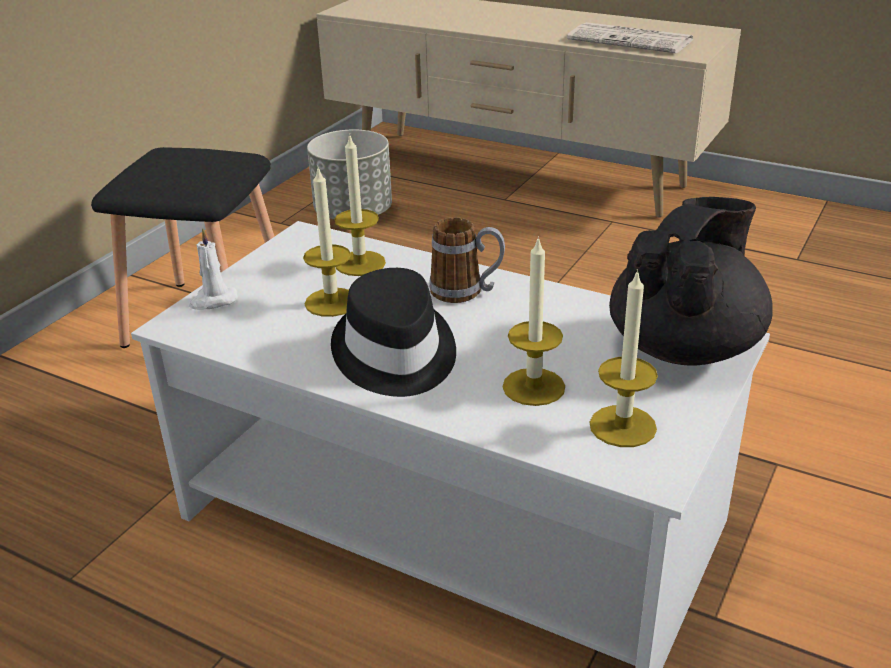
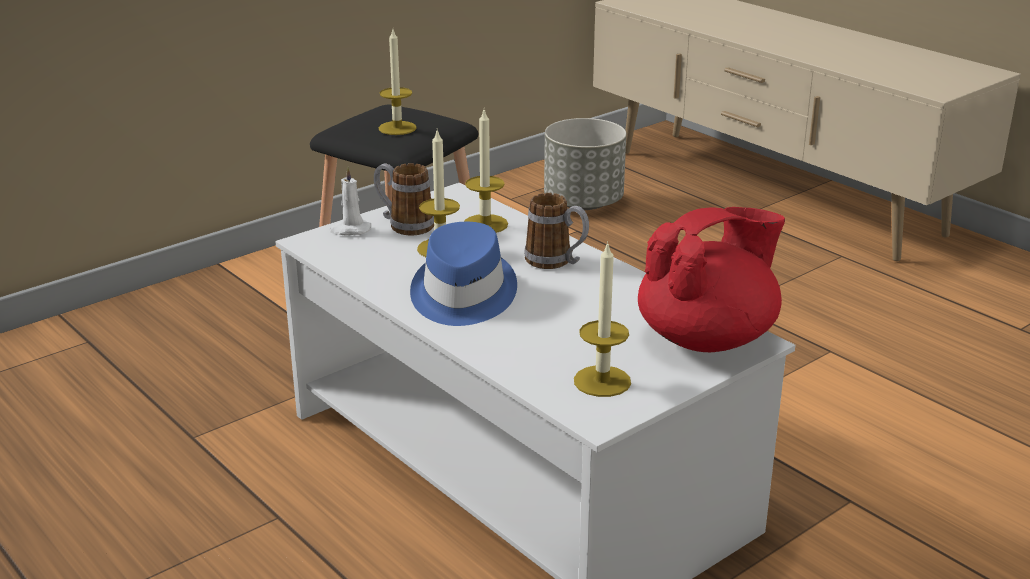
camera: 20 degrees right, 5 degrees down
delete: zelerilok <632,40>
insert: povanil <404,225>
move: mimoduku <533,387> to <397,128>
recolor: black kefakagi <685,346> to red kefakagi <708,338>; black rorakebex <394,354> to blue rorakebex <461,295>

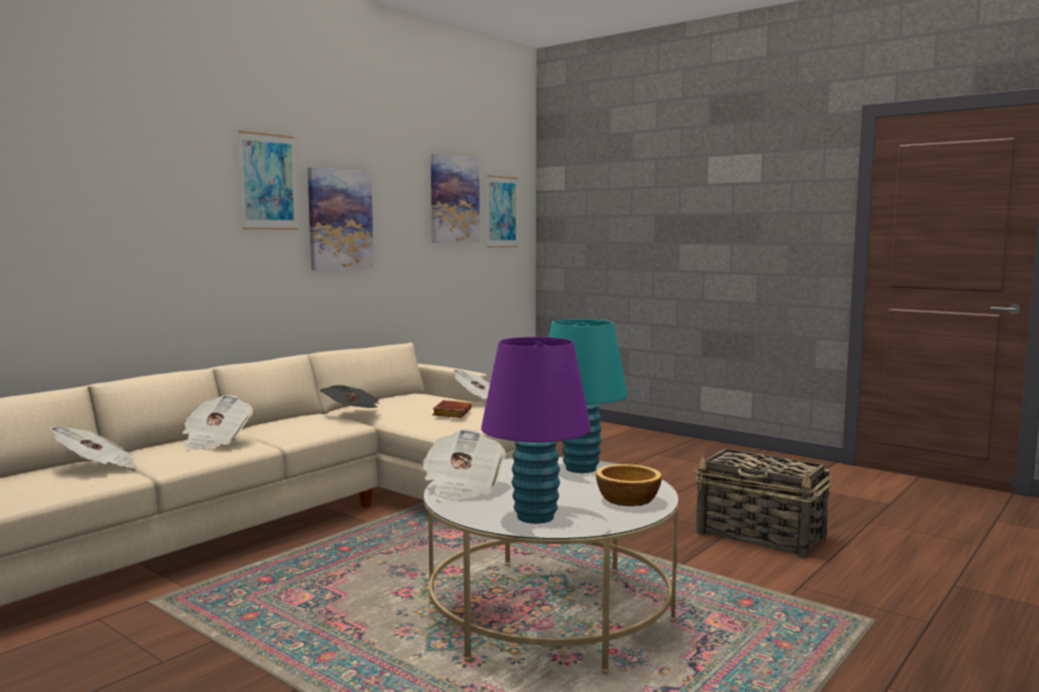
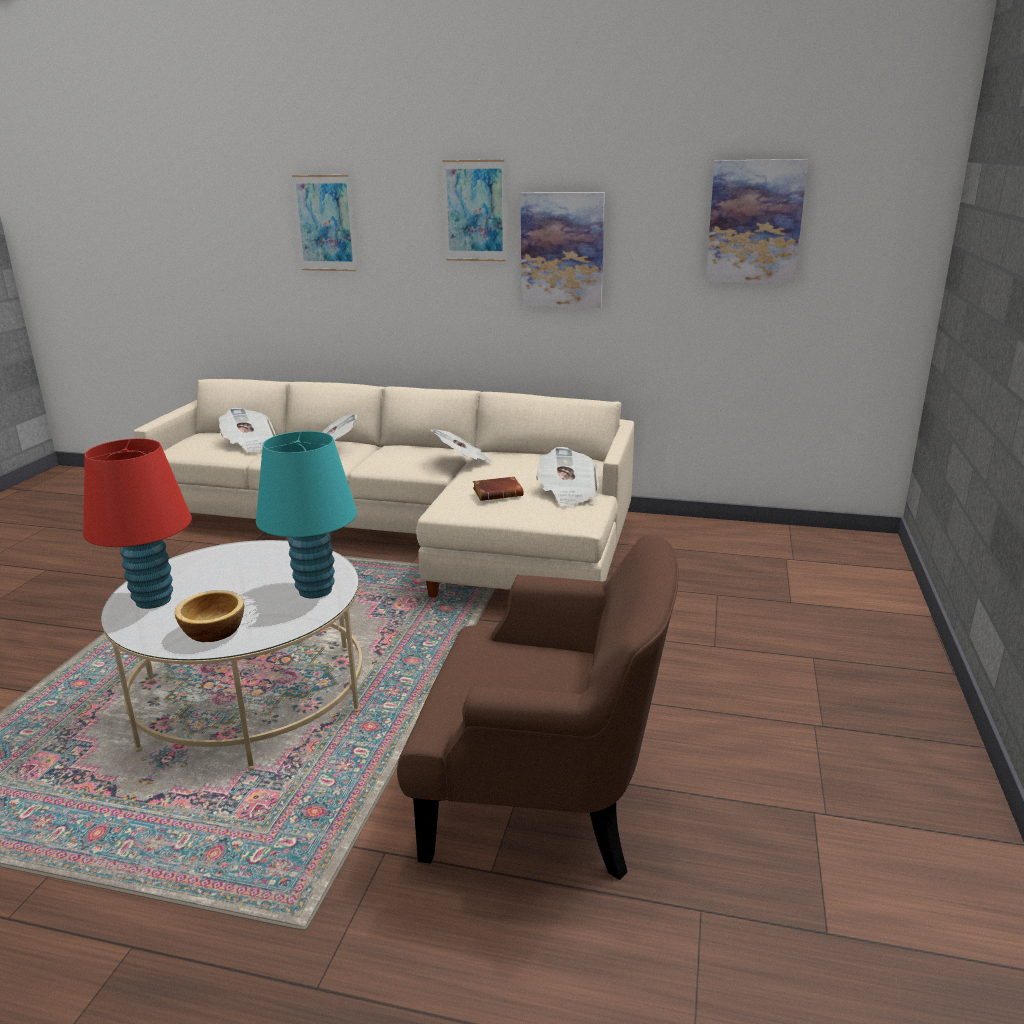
camera: 65 degrees right, 15 degrees up
delete: zelerilok <462,488>
move: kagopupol <502,212> to <325,223>
replace: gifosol <761,536> to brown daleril <543,799>
recolor: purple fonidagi <535,517> to red fonidagi <154,600>

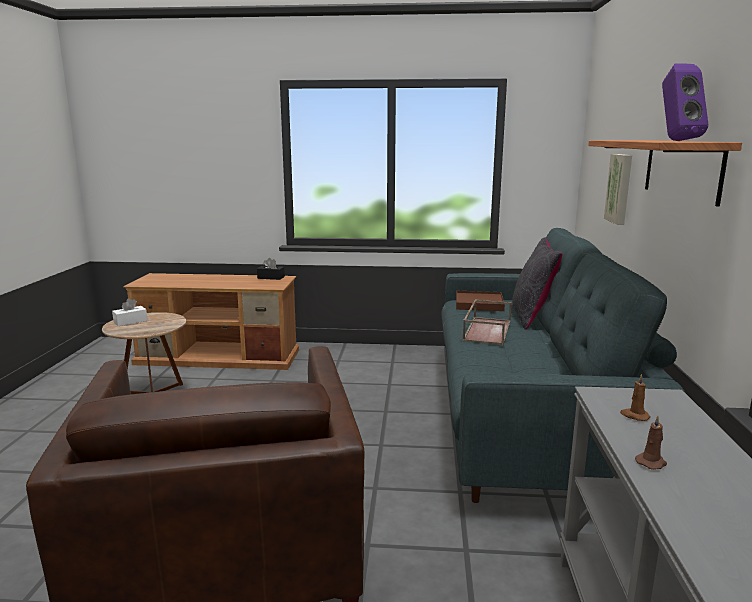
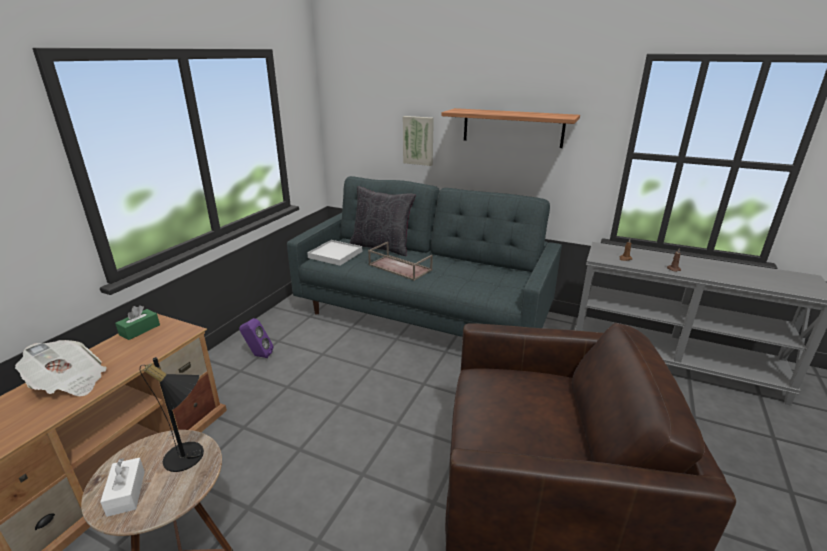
camera: 70 degrees left, 10 degrees up
insert: zelerilok <69,383>; black fonidagi <190,458>
move: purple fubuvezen <675,140> to <258,355>
recolor: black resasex <271,277> to green resasex <140,330>; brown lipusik <479,303> to white lipusik <335,254>

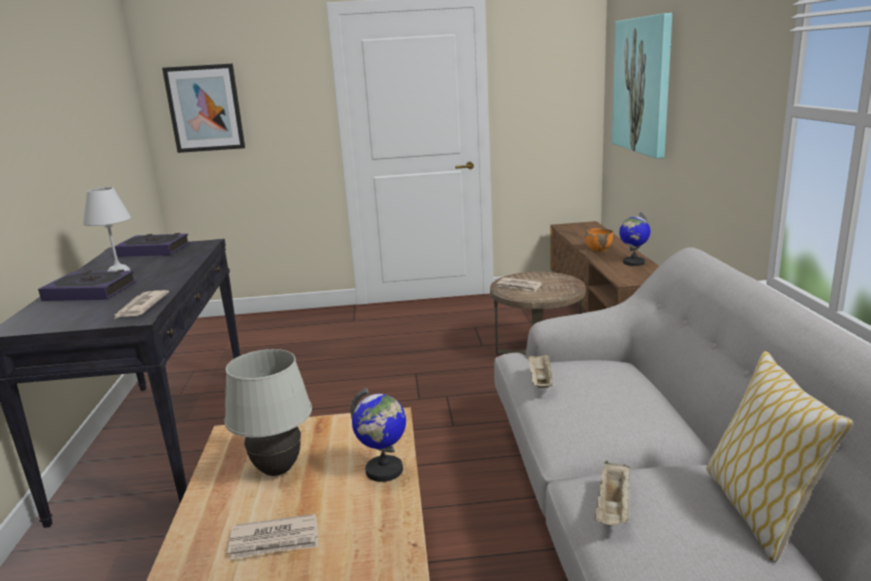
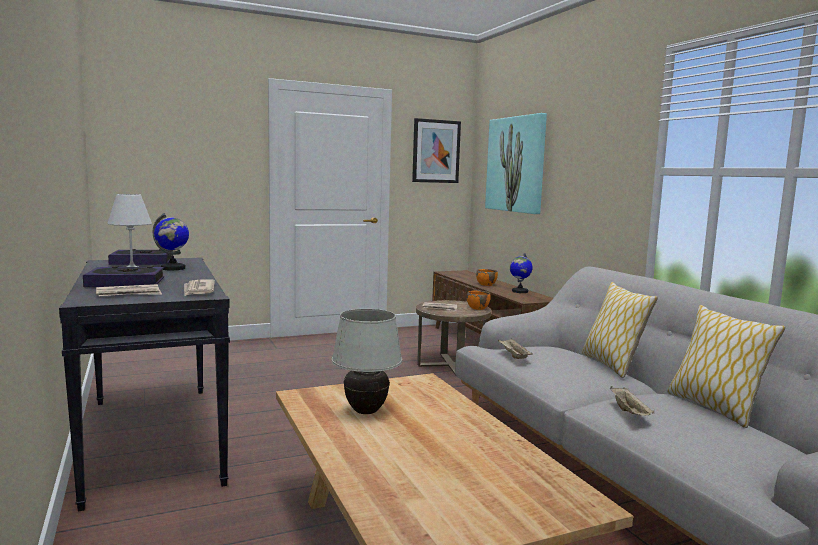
camera: 20 degrees left, 10 degrees down
insert: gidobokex <612,365>; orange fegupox <478,308>
move: kagopupol <205,108> to <436,151>; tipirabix <384,471> to <173,268>; zelerilok <275,540> to <129,294>

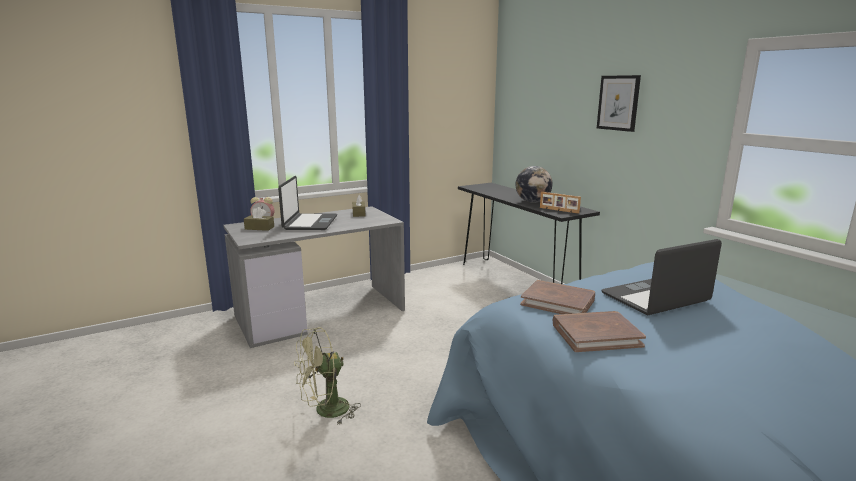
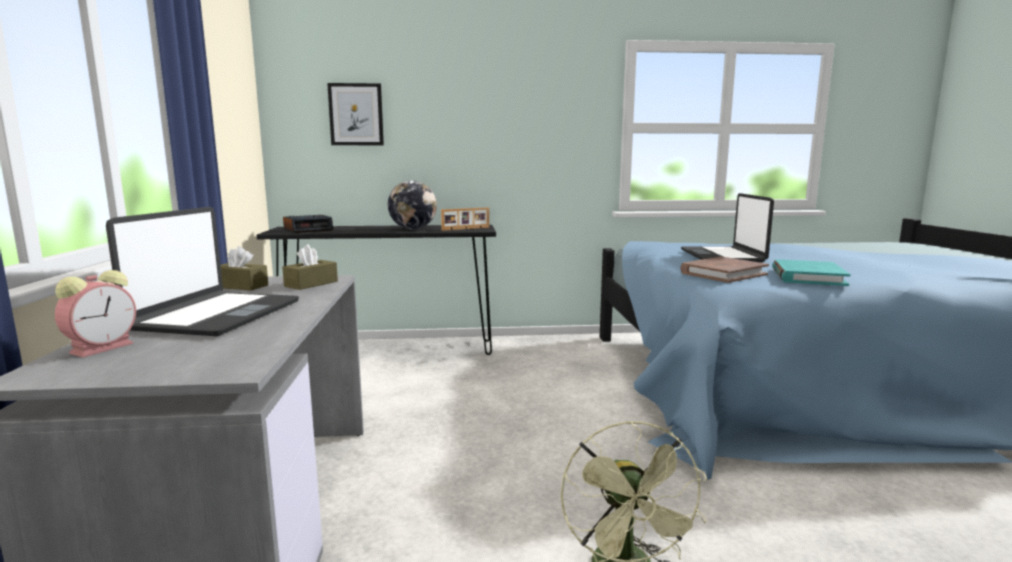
camera: 65 degrees left, 5 degrees down
insert: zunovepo <308,229>
move: kagopupol <618,103> to <356,114>; brown resasex <259,228> to <311,284>
recolor: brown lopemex <596,335> to turquoise lopemex <807,277>
rotate: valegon <309,223> = <216,315> 75 degrees clockwise

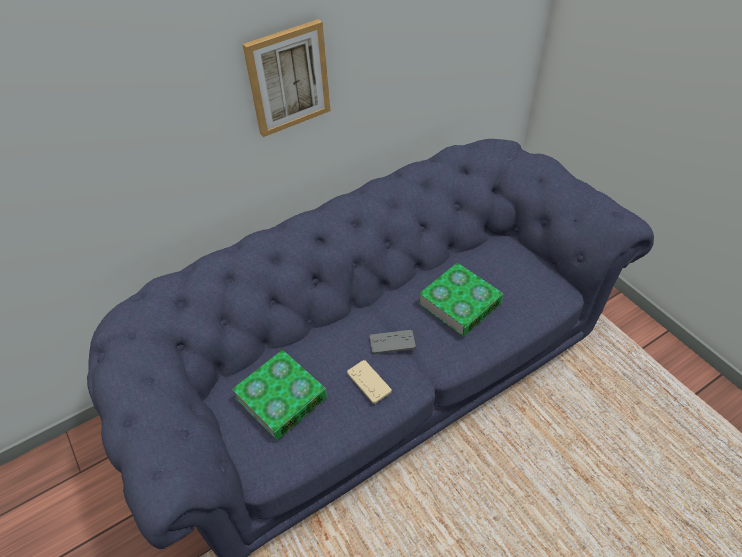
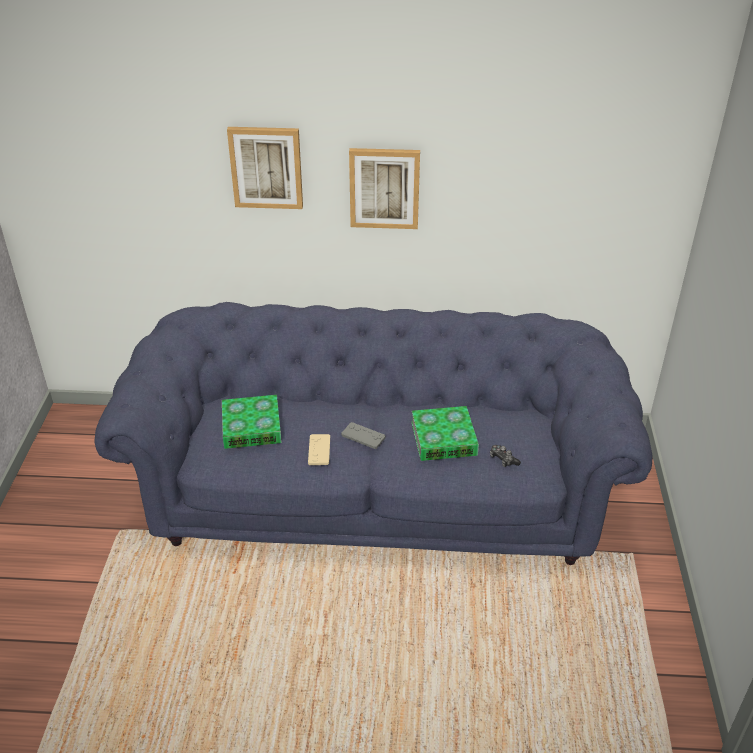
camera: 35 degrees right, 10 degrees down
insert: kagopupol <266,167>; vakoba <503,459>

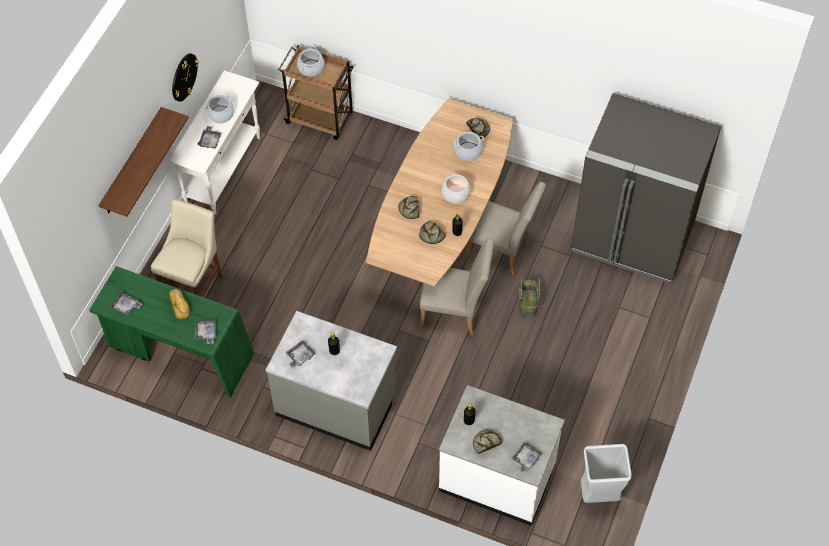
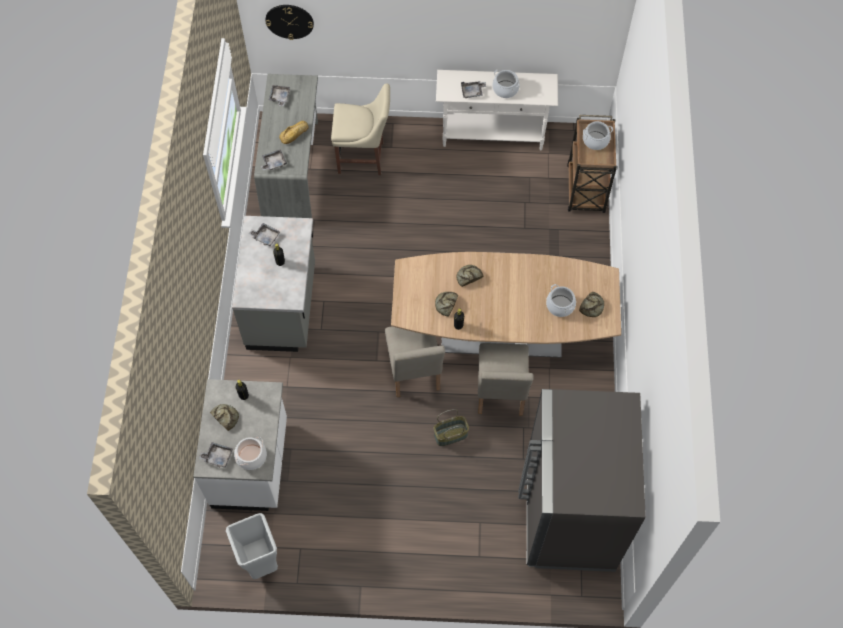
camera: 70 degrees right, 5 degrees up
delete: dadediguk <132,163>
move: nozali <184,77> to <289,21>; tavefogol <456,194> to <251,457>
recolor: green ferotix <179,352> to grey ferotix <293,171>

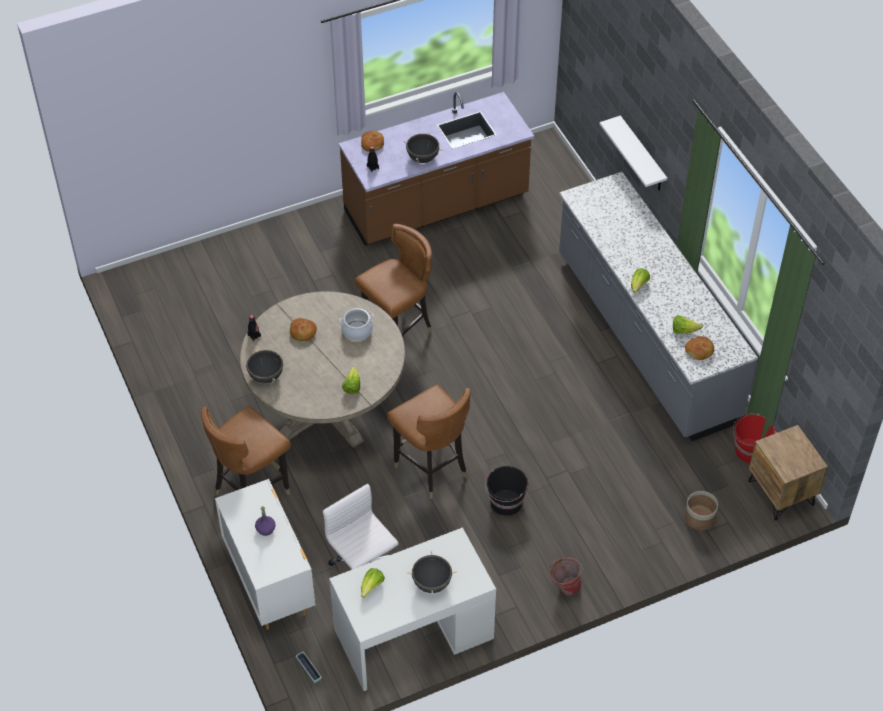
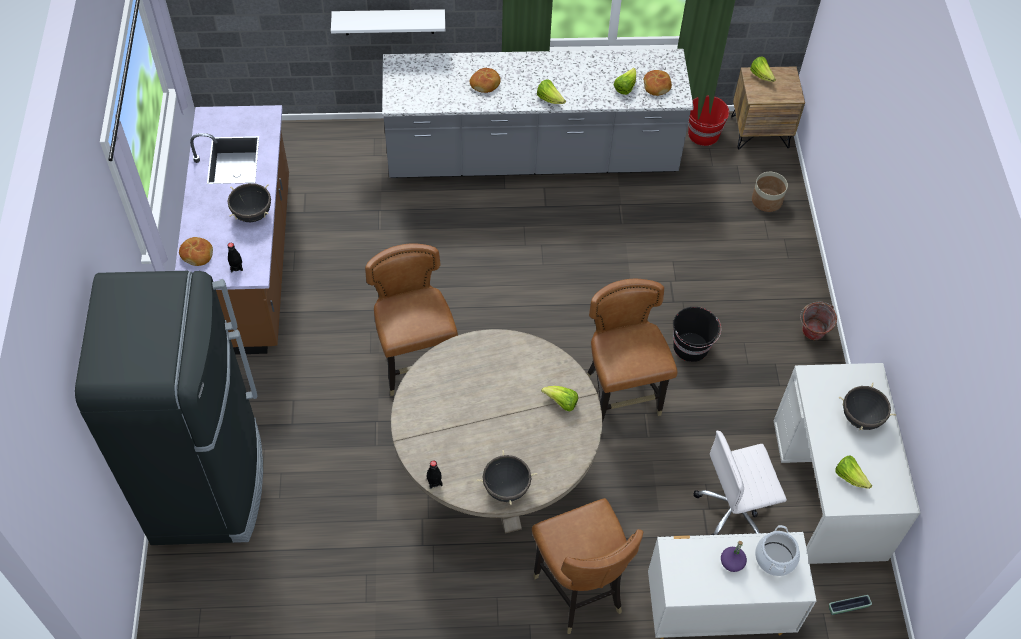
camera: 70 degrees left, 5 degrees up
insert: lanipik <761,76>; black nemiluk <208,484>
move: tavefogol <357,331> to <775,558>; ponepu <303,332> to <485,84>
rotate: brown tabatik <431,469> = <621,398> 90 degrees counterclockwise

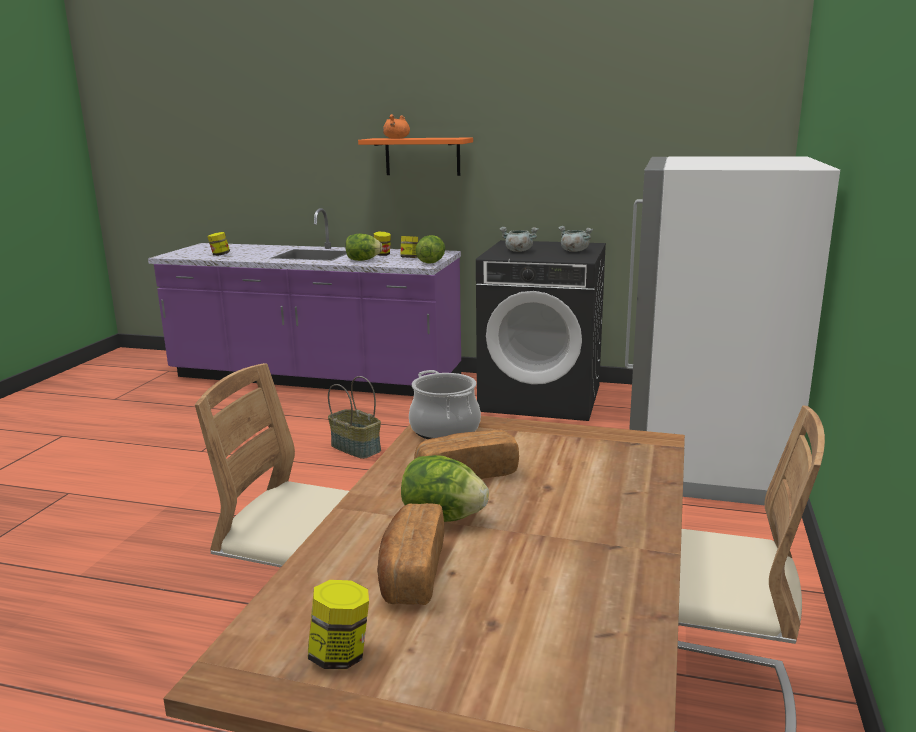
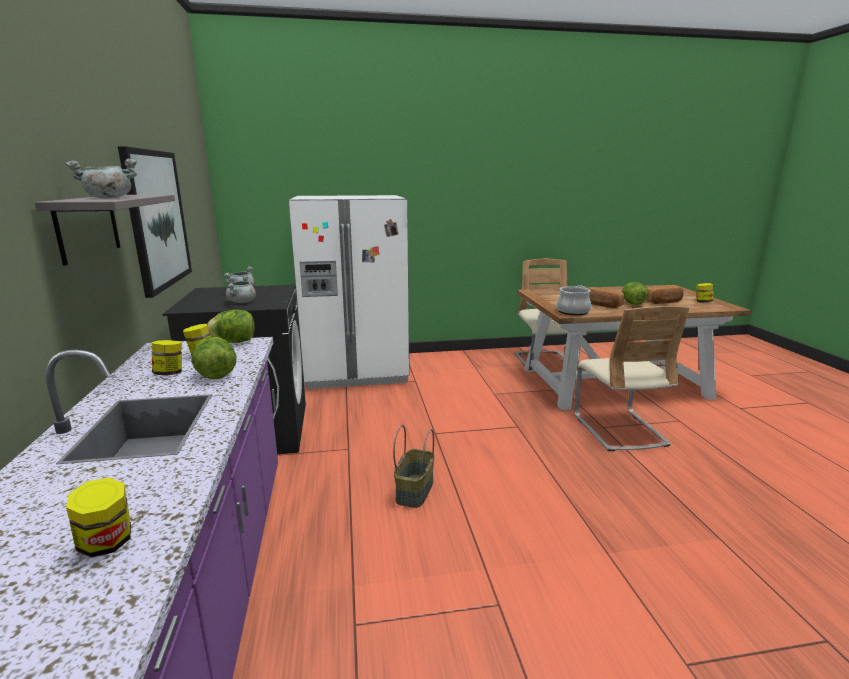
camera: 115 degrees left, 0 degrees up
insert: kagopupol <157,219>
recolor: orange tavefogol <396,138> to grey tavefogol <108,198>; orange dadediguk <422,156> to grey dadediguk <88,227>

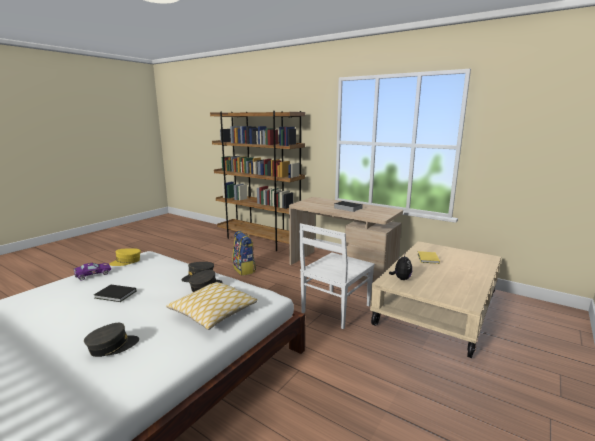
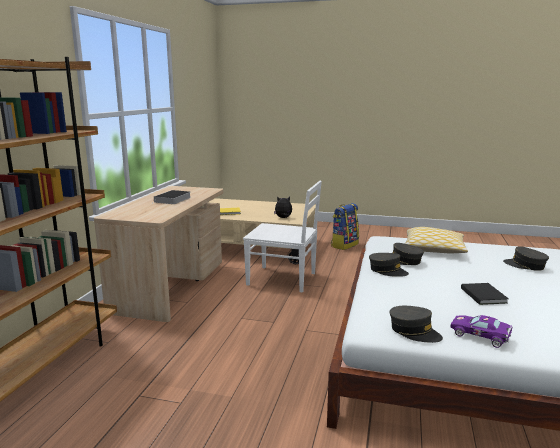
camera: 110 degrees left, 0 degrees up
move: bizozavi <244,270> to <344,245>
recolor: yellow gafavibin <126,261> to grey gafavibin <414,331>

